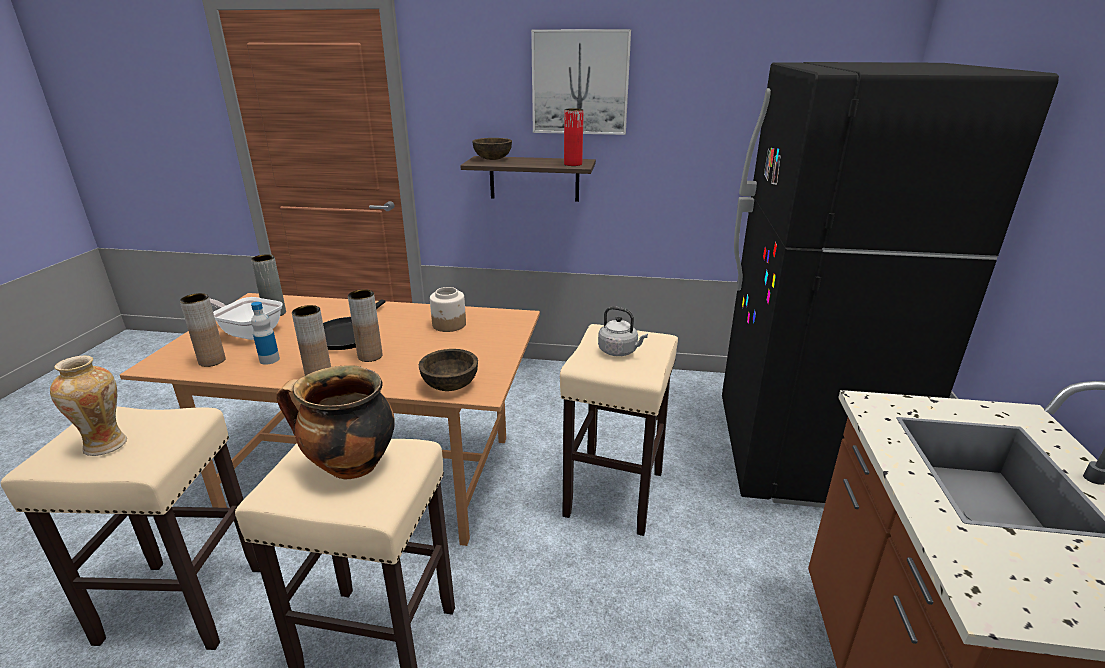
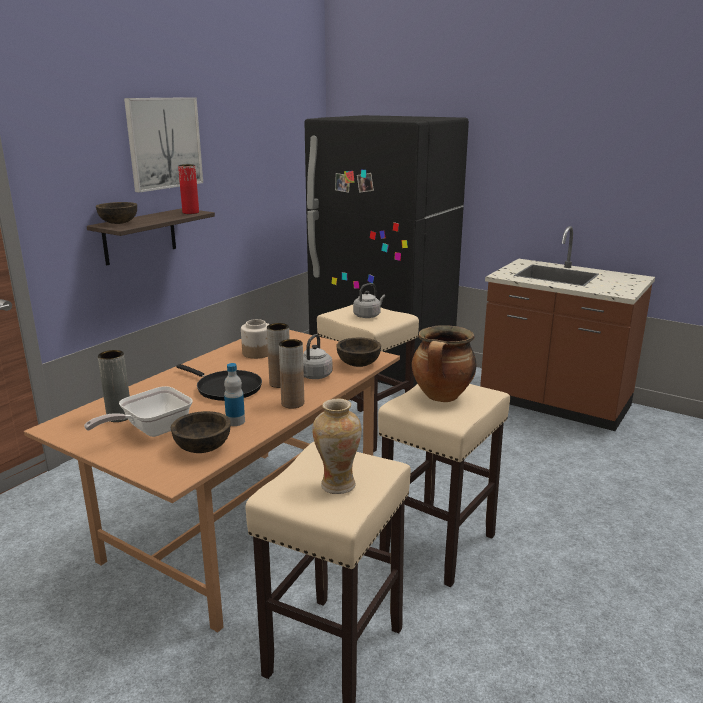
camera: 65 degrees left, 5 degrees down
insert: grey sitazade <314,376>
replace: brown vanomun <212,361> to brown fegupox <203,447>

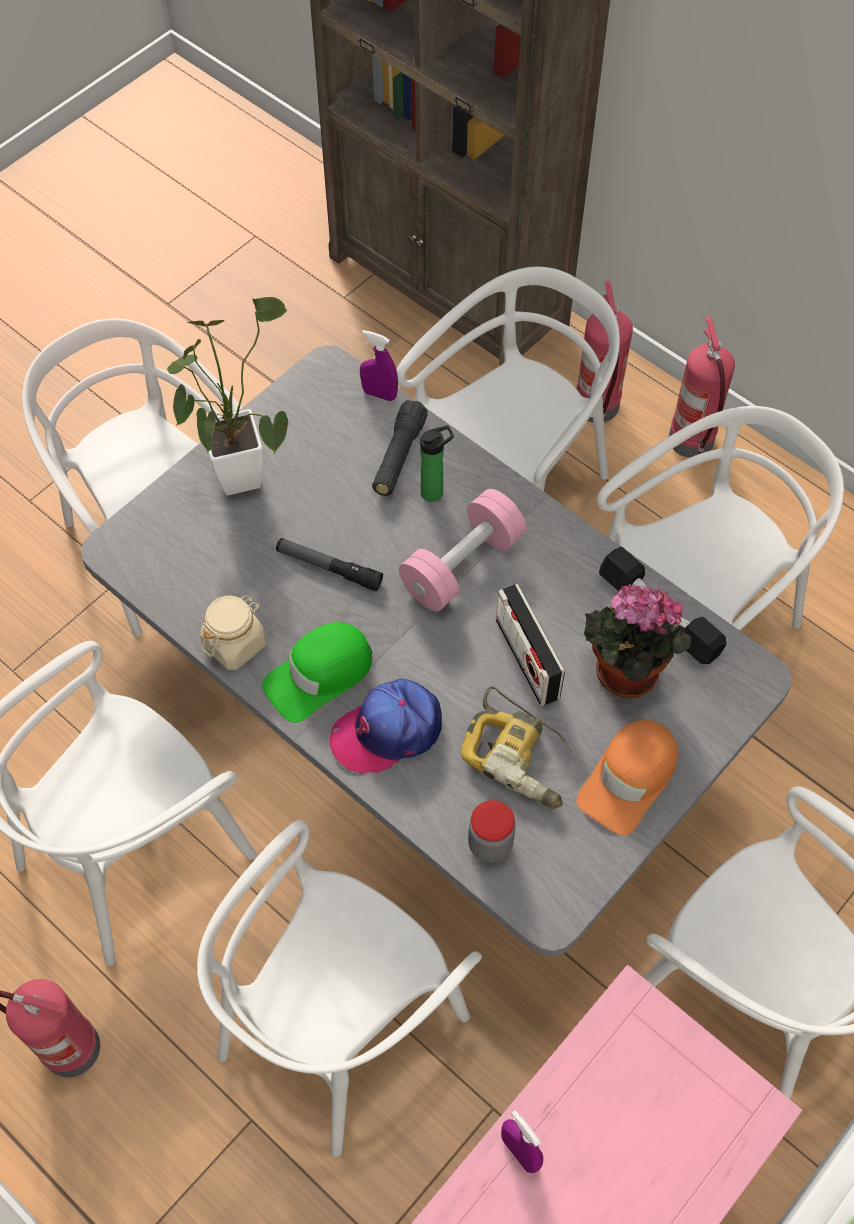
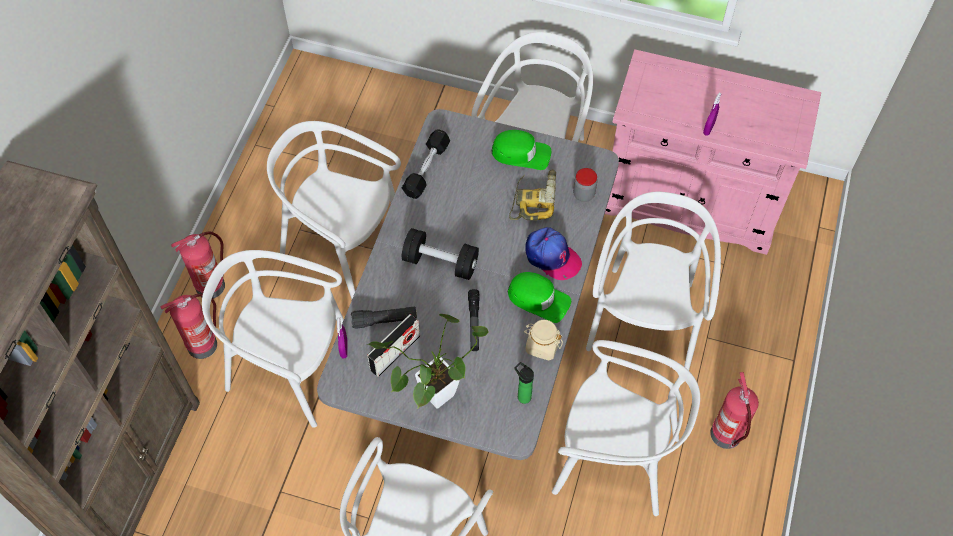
camera: 115 degrees left, 0 degrees up
delete: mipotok <622,676>
move: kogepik <435,492> to <522,396>; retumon <527,659> to <395,353>
recolor: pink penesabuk <462,565> to black penesabuk <440,262>; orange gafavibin <629,779> to green gafavibin <521,153>
rotate: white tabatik <339,1026> = <644,320> 90 degrees counterclockwise

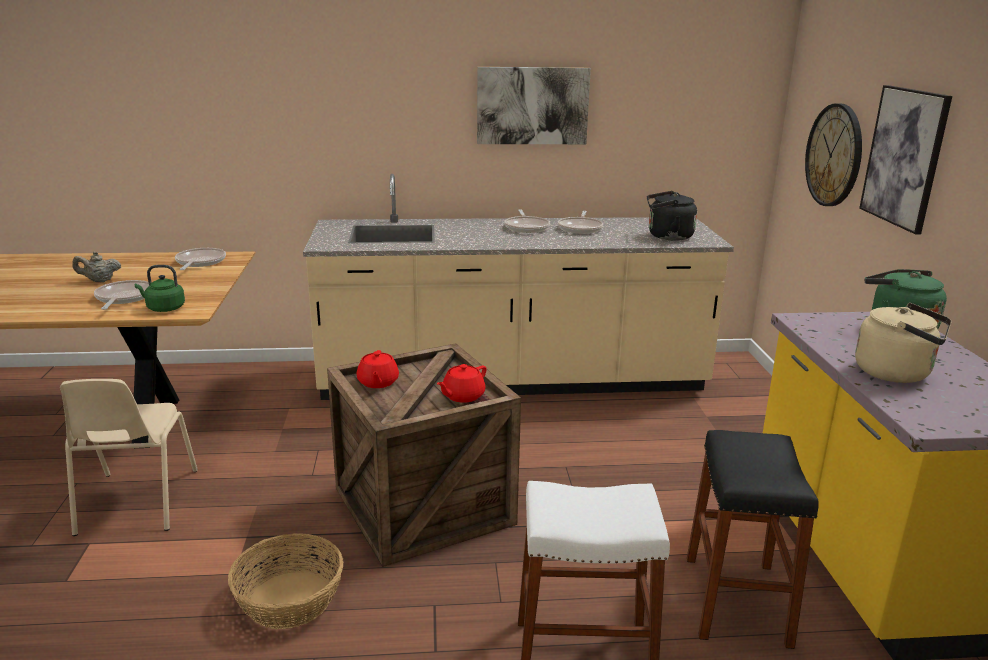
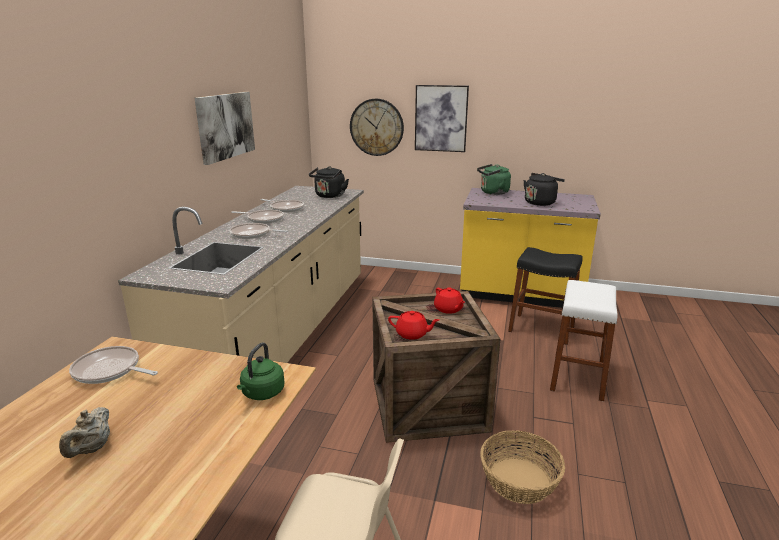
camera: 70 degrees left, 0 degrees up
move: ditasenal <123,298> to <252,234>
recolor: beige sitazade <897,373> to black sitazade <540,202>

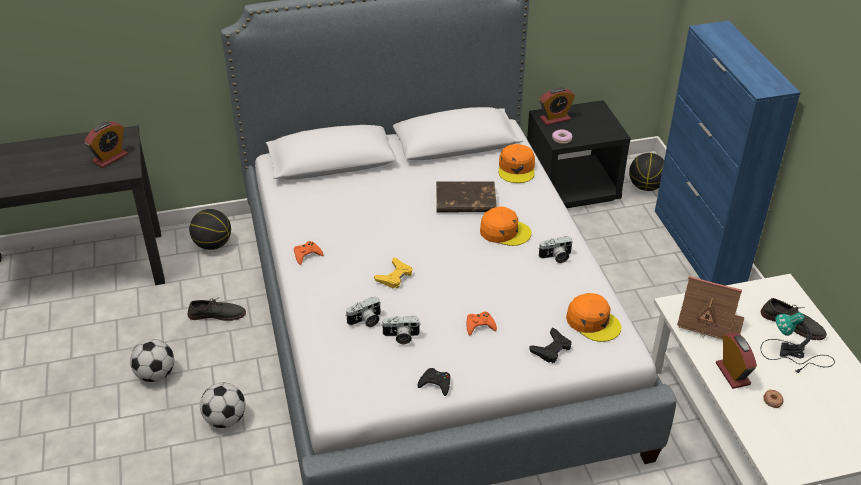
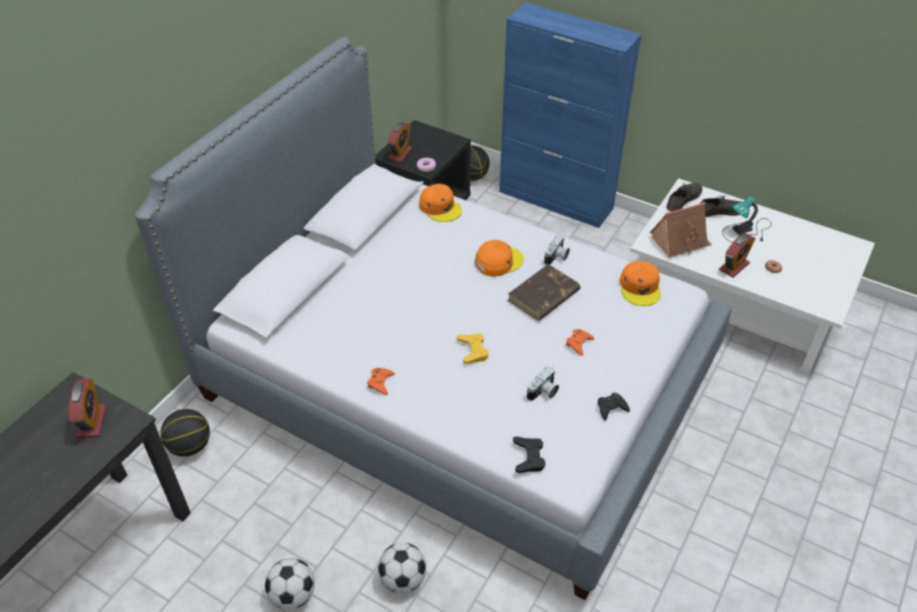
camera: 45 degrees left, 5 degrees up
delete: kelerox <365,321>
move: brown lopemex <465,201> to <543,296>; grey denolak <217,314> to <683,199>; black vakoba <551,349> to <528,457>
rotate: orange gafavibin <593,322> = <640,287> 90 degrees clockwise; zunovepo <732,374> = <734,266> 105 degrees clockwise

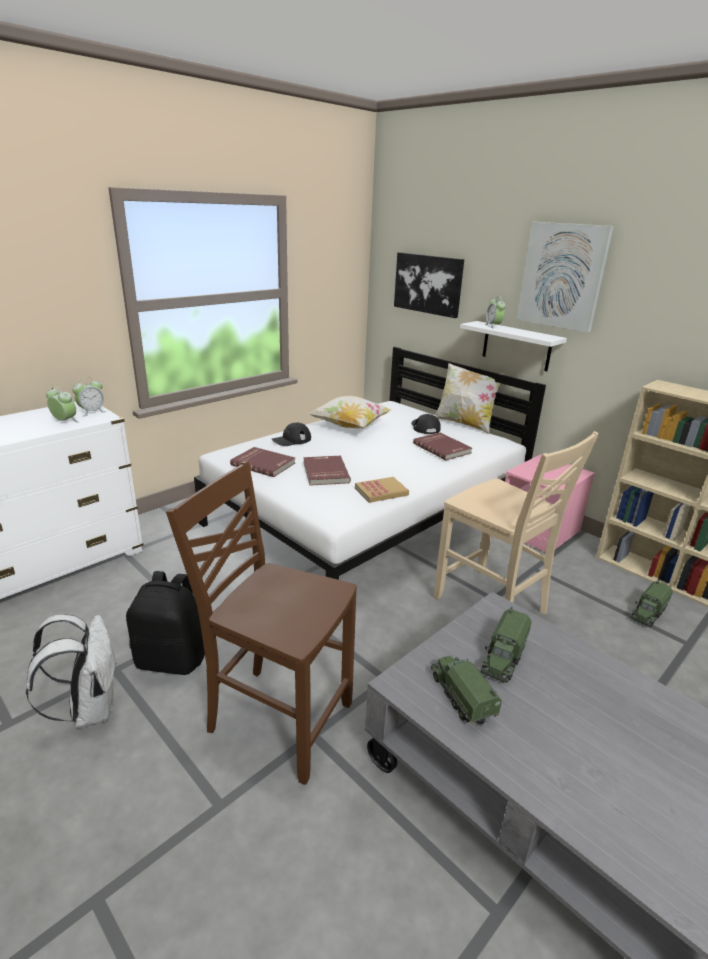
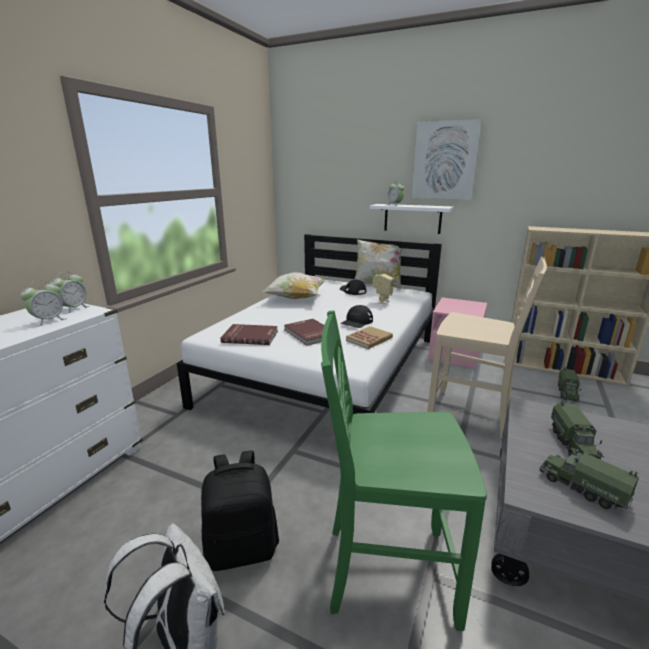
camera: 20 degrees left, 5 degrees down
delete: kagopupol <428,284>
move: black gafavibin <291,440> to <357,322>
replace: red lopemex <442,448> to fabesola <381,301>
recolor: brown tabatik <277,718> to green tabatik <386,570>
rotate: zunovepo <64,421> = <48,321> 120 degrees clockwise

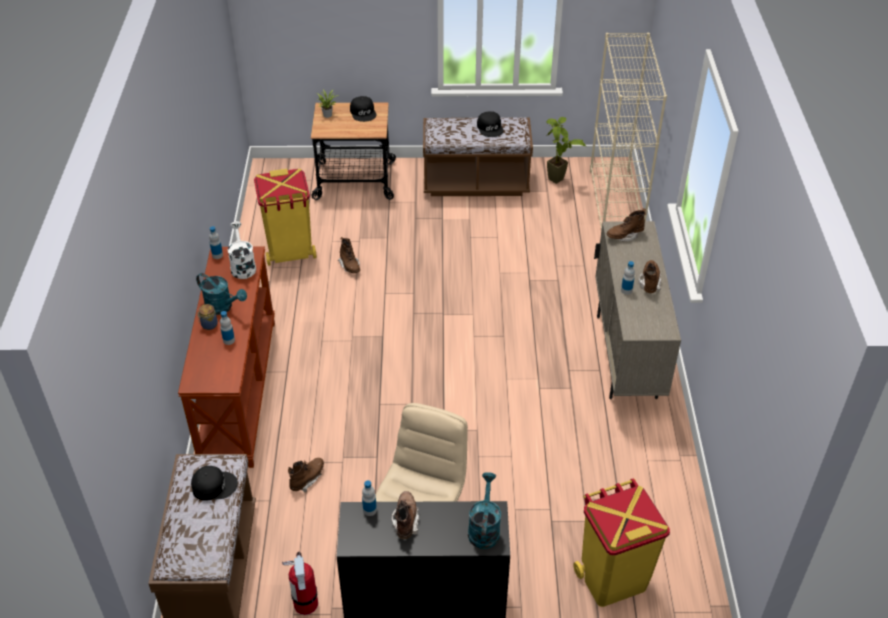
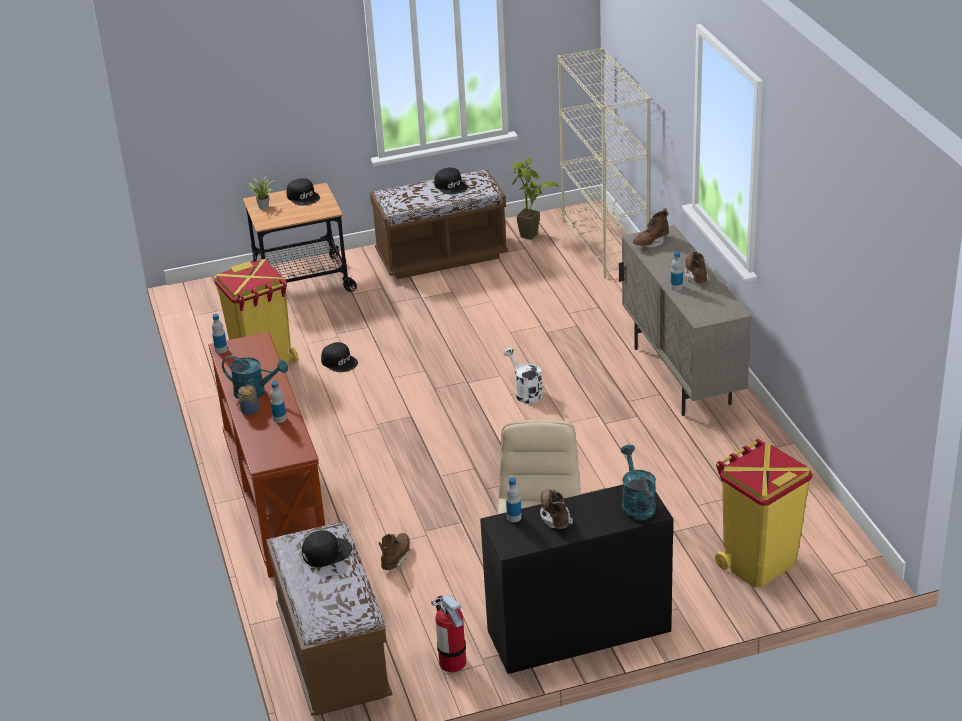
camera: 15 degrees left, 10 degrees down
move: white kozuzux <242,266> to <525,392>
replace: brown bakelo <350,266> to black gafavibin <339,361>

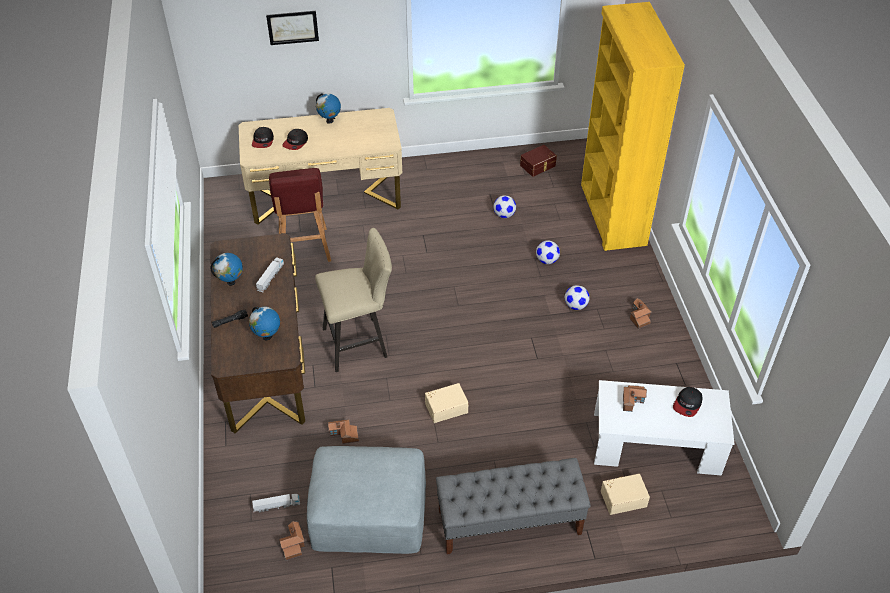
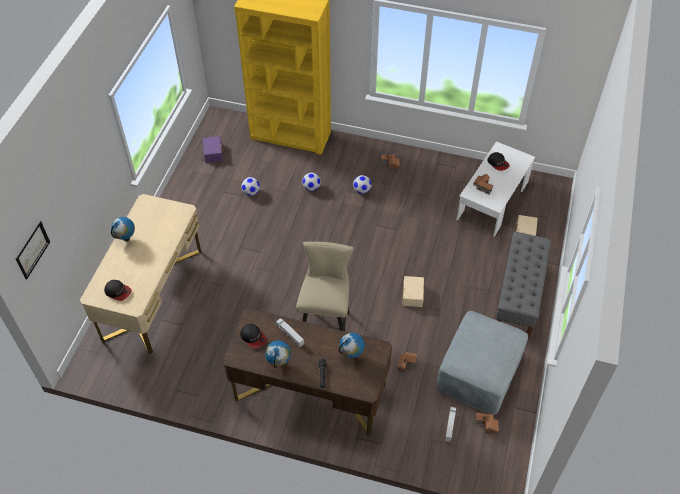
camera: 65 degrees left, 5 degrees up
delete: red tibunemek <304,248>
move: kagopupol <292,27> to <32,249>; gafavibin <295,142> to <253,337>
recolor: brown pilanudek <538,166> to purple pilanudek <214,153>

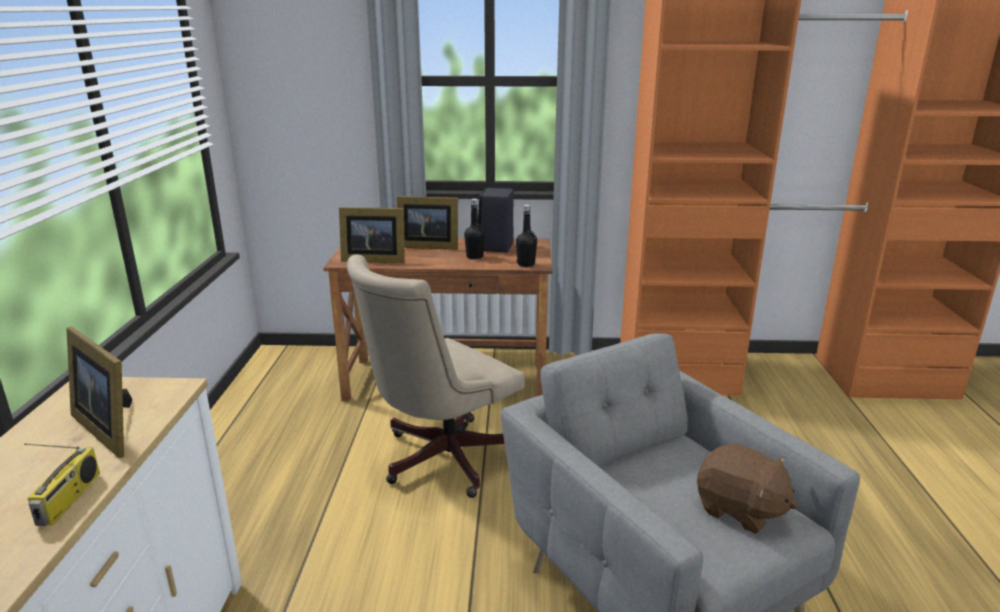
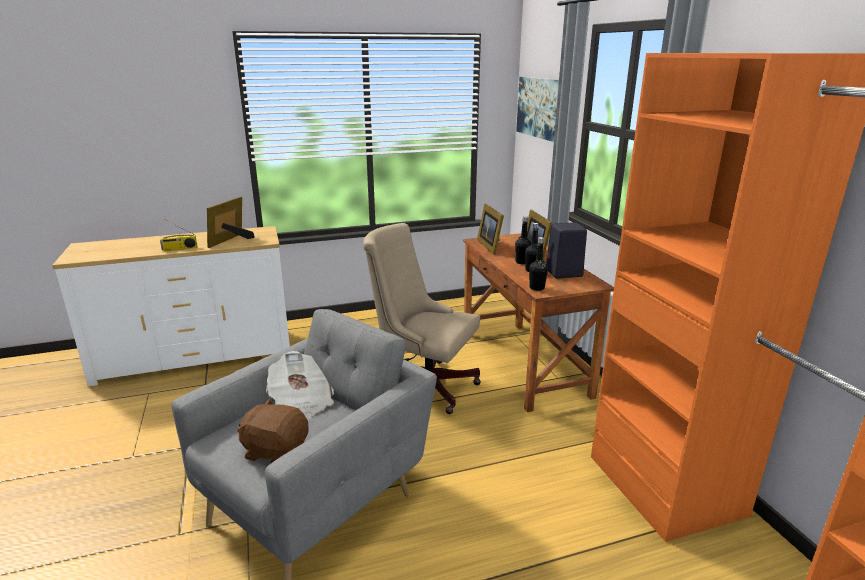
camera: 70 degrees right, 0 degrees up
insert: kagopupol <540,107>; black kogepik <522,262>; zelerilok <302,401>
rotate: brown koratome <740,510> = <275,450> 90 degrees clockwise

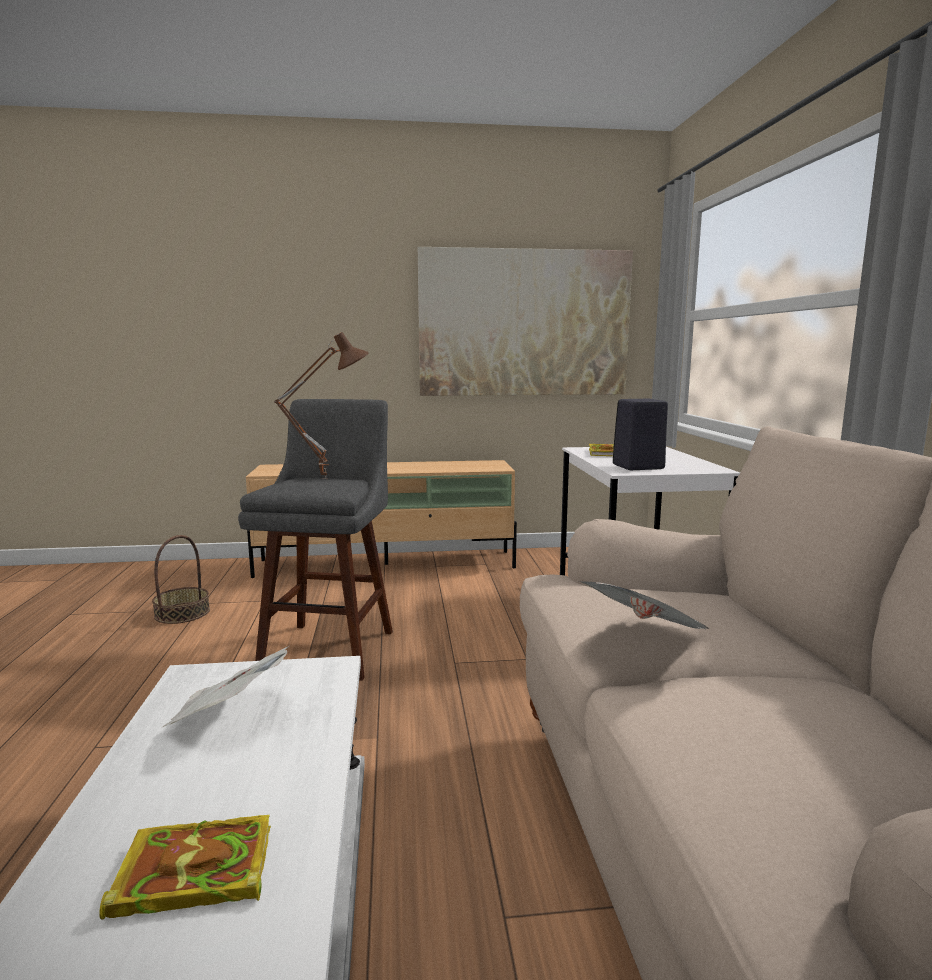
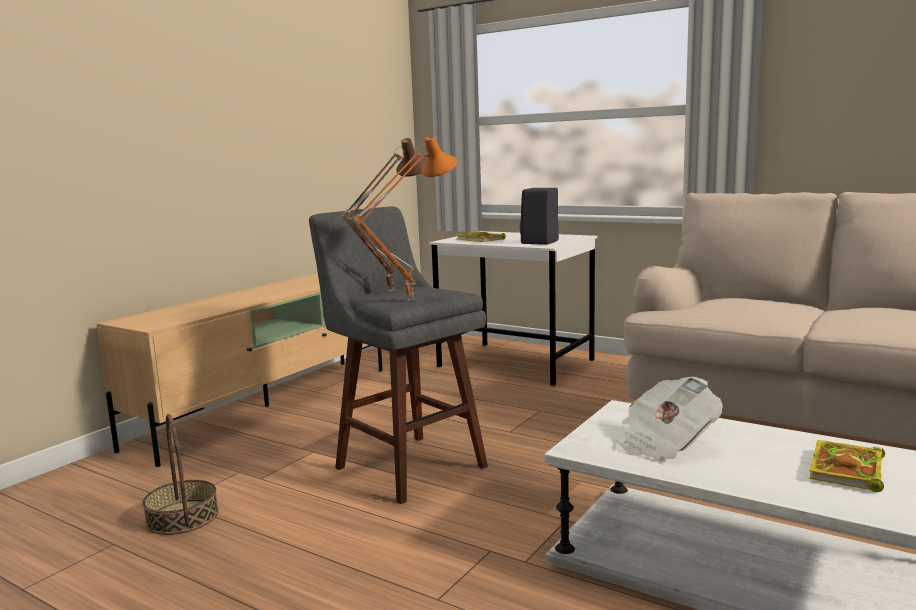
camera: 50 degrees left, 0 degrees up
delete: kagopupol <524,323>; zelerilok <645,641>
insert: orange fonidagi <410,299>

